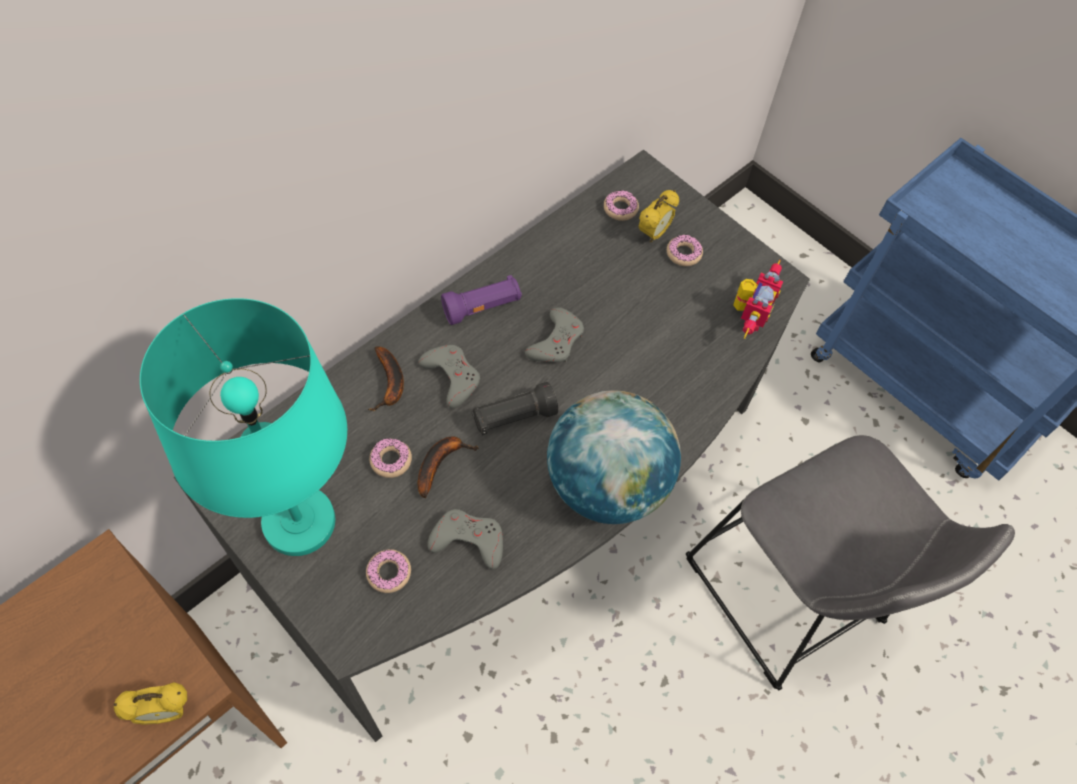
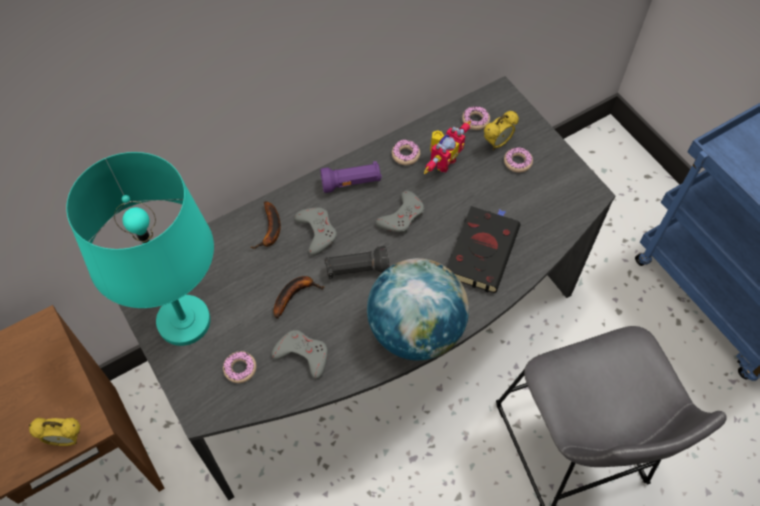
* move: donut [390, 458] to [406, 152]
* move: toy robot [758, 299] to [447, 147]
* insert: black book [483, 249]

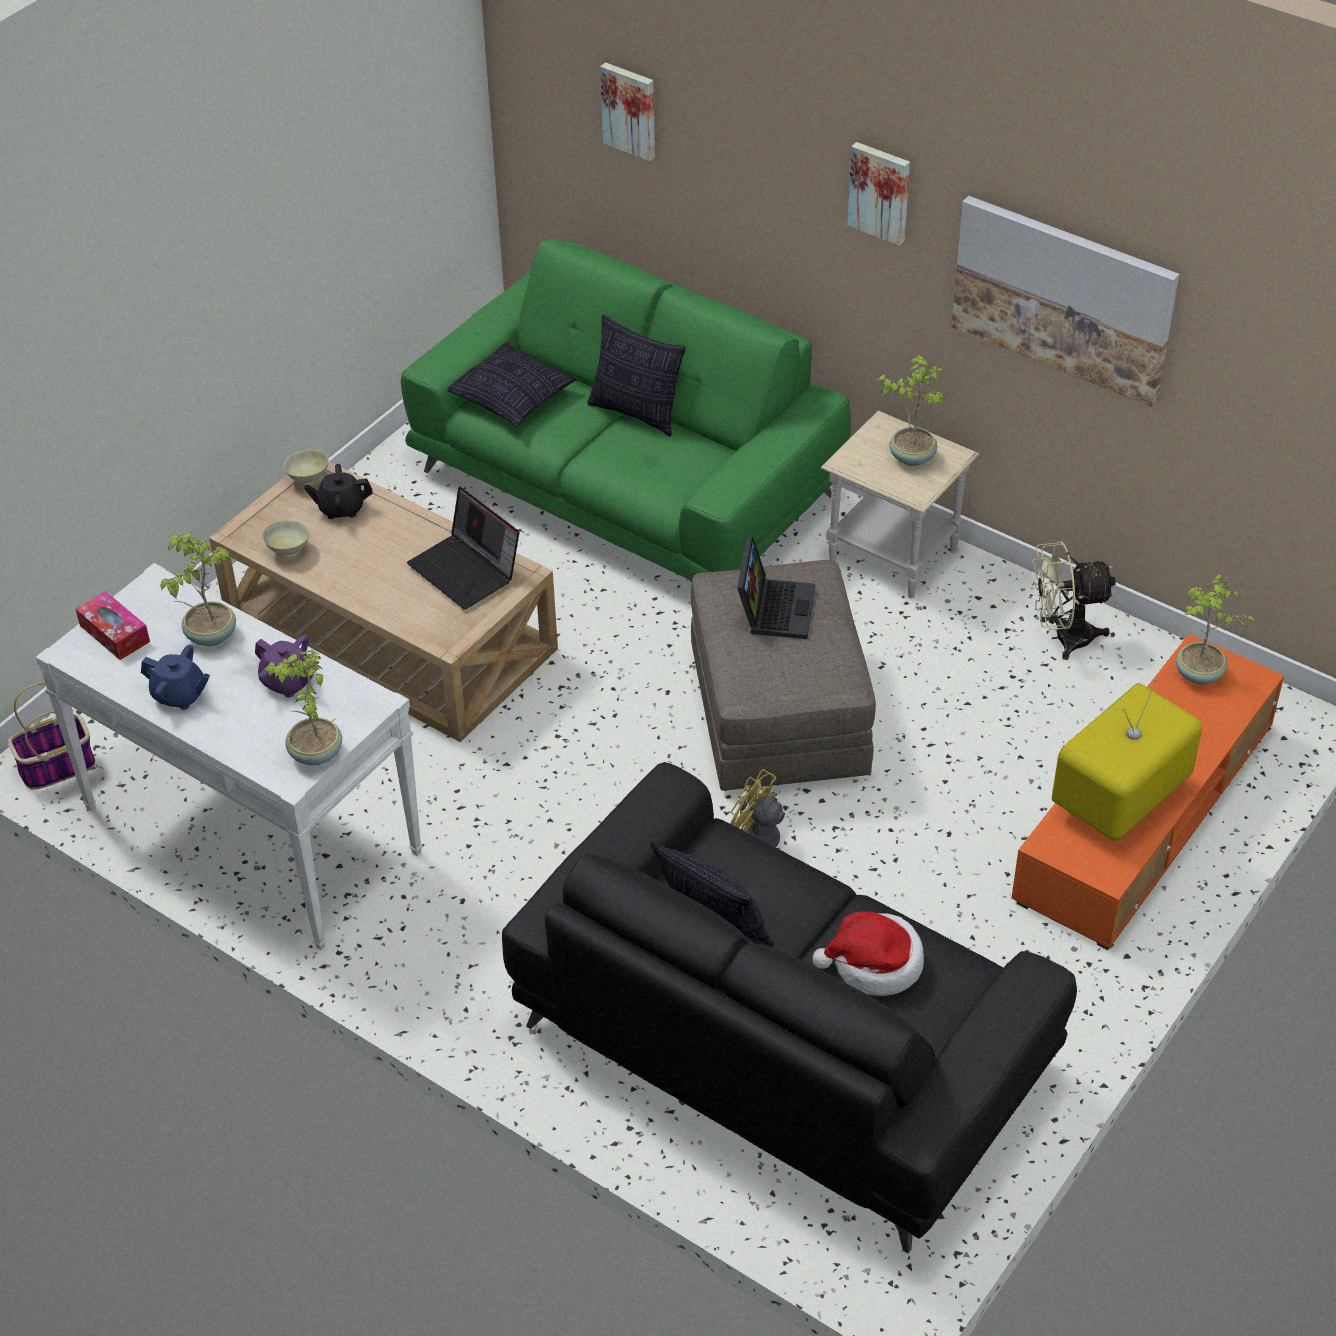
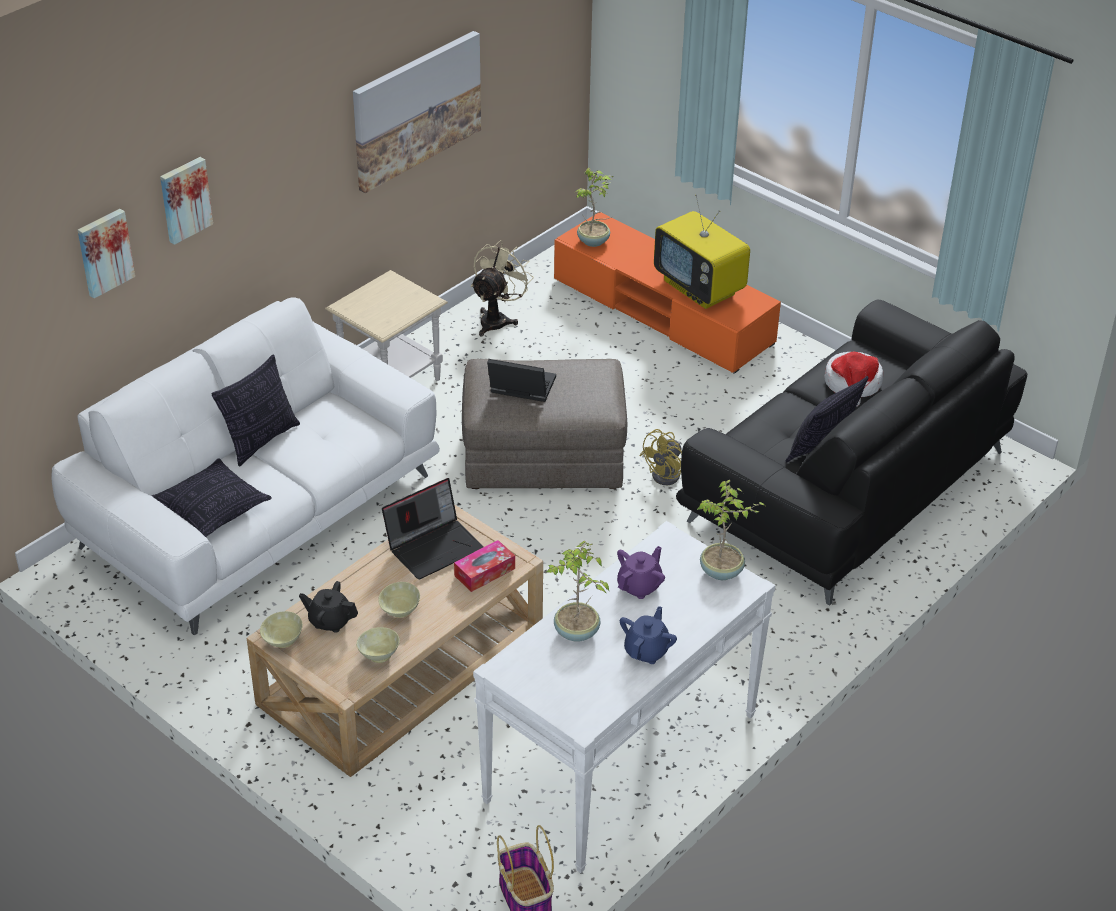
* recolor: green sofa [626, 410] to white sofa [245, 466]
* move: picture [879, 194] to [186, 201]
* rotate: black teapot [338, 491] = [328, 607] 105 degrees clockwise
* insert: beige bowl [399, 600]
* move: tissue box [113, 625] to [484, 566]
* rotate: beige fan [1074, 600] = [502, 288] 150 degrees counterclockwise
* delete: potted plant [911, 410]

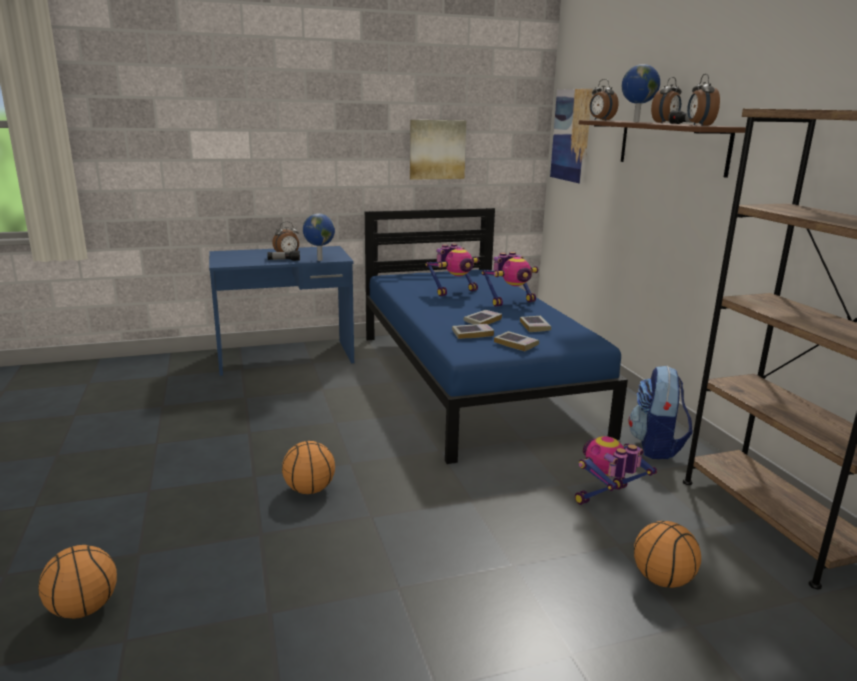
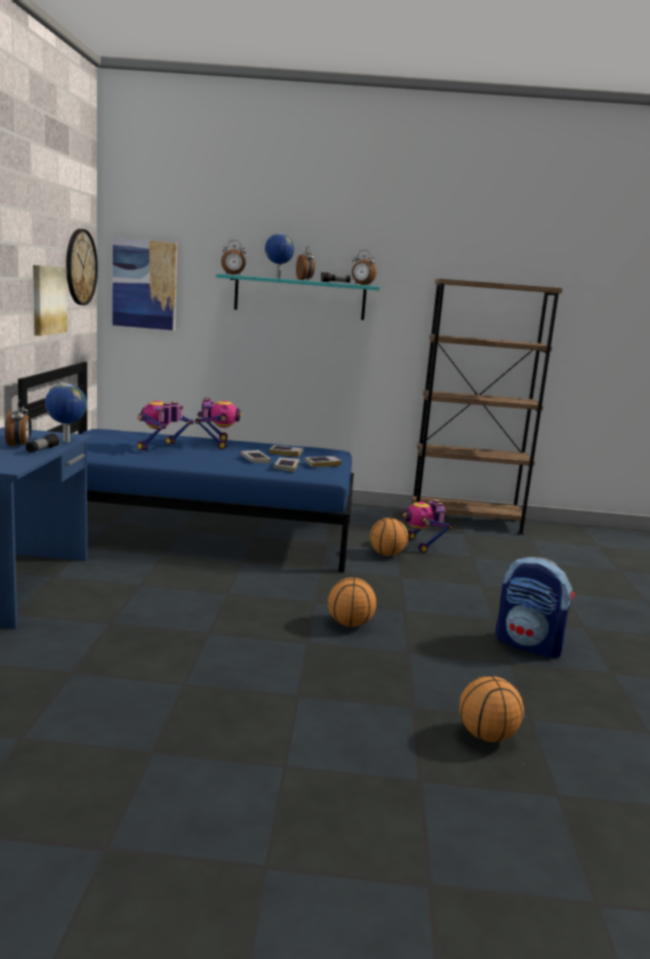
* insert: wall clock [82, 267]
* rotate: toy robot [452, 269] = [165, 425] 135 degrees counterclockwise
* recolor: brown shelf [662, 149] to turquoise shelf [298, 297]
* move: basketball [667, 554] to [389, 537]
* move: backpack [661, 412] to [535, 607]

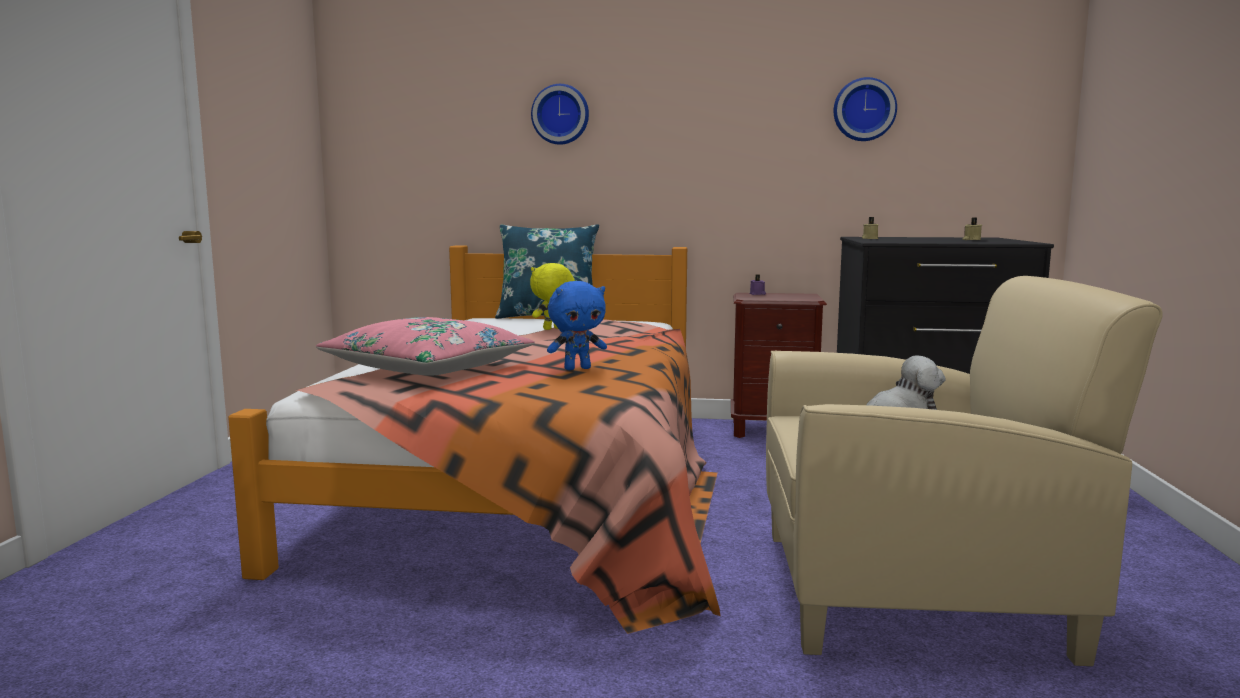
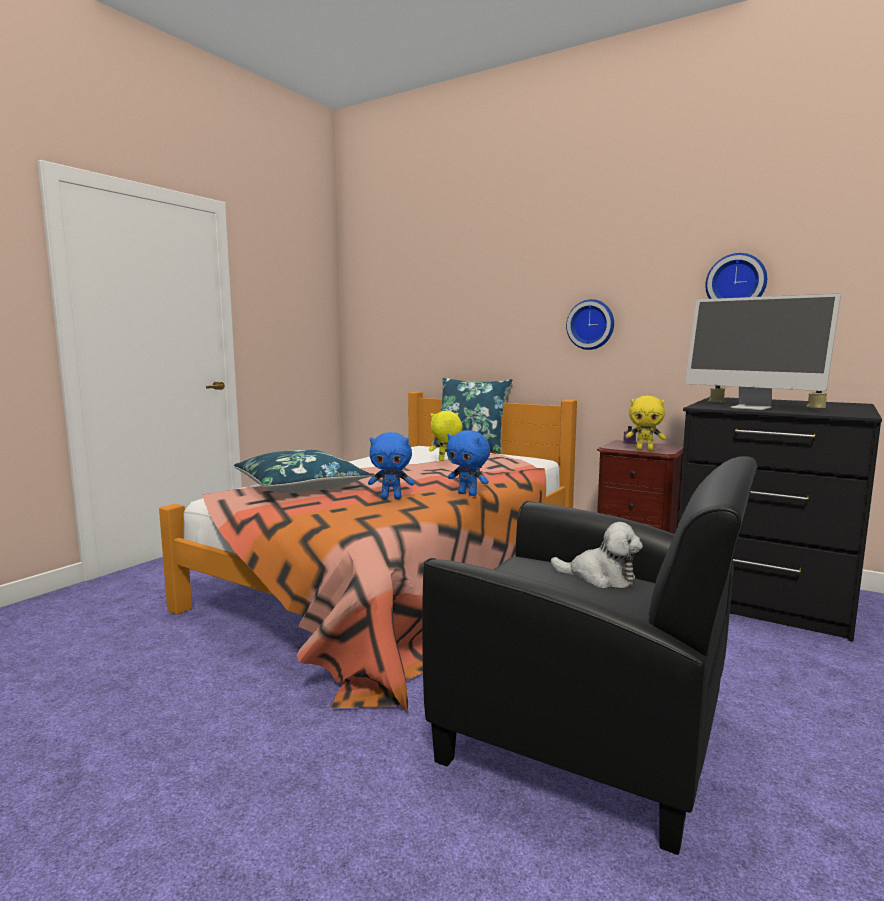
* recolor: pink pillow [425, 346] to blue pillow [302, 472]
* recolor: beige armchair [964, 471] to black armchair [590, 655]
* insert: blue plush toy [468, 463]
* move: wall clock [560, 114] to [590, 324]
* insert: yellow plush toy [646, 423]
* insert: monitor [763, 352]

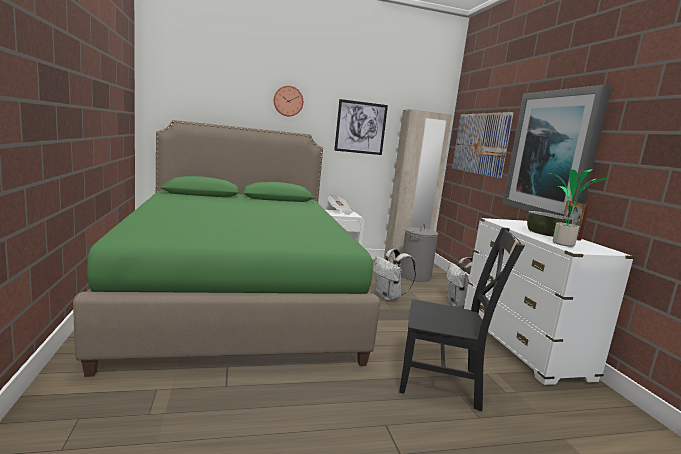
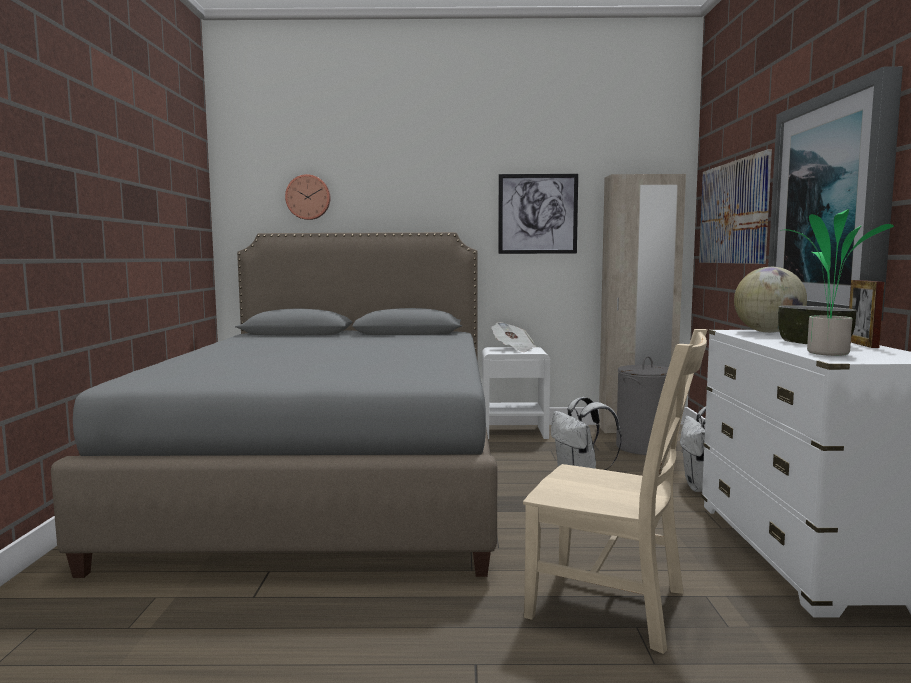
* recolor: green bed [226, 248] to grey bed [274, 405]
* move: wall clock [288, 101] to [307, 197]
* recolor: black chair [462, 319] to beige chair [615, 491]
* insert: globe [770, 300]

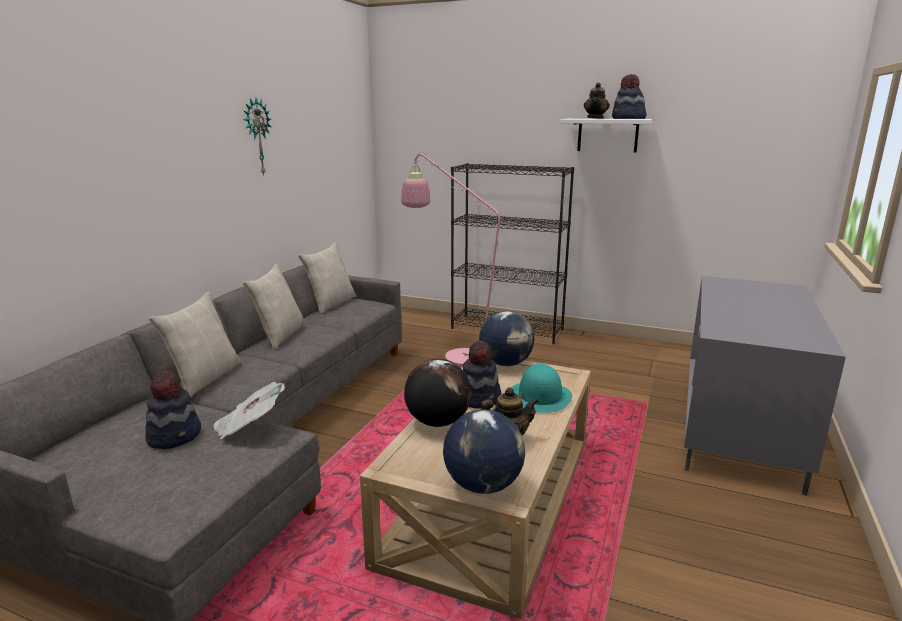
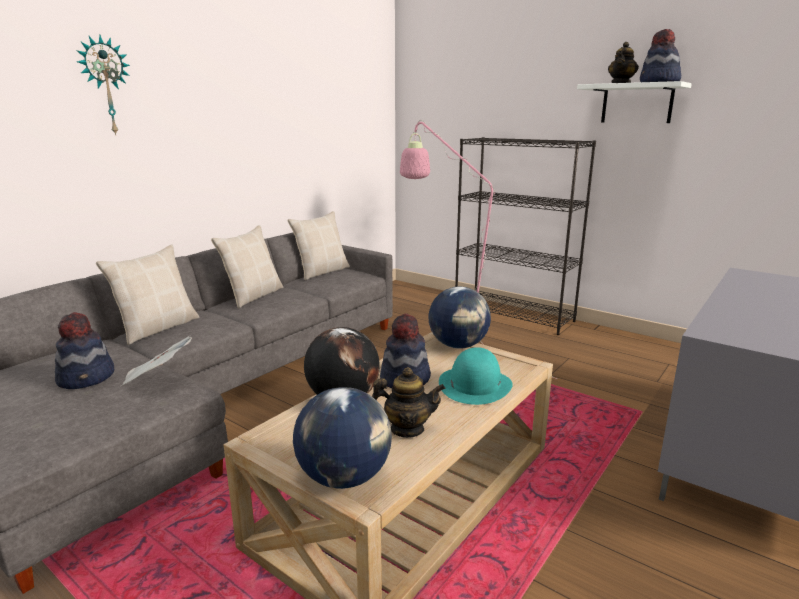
* move: wall clock [257, 137] to [103, 85]

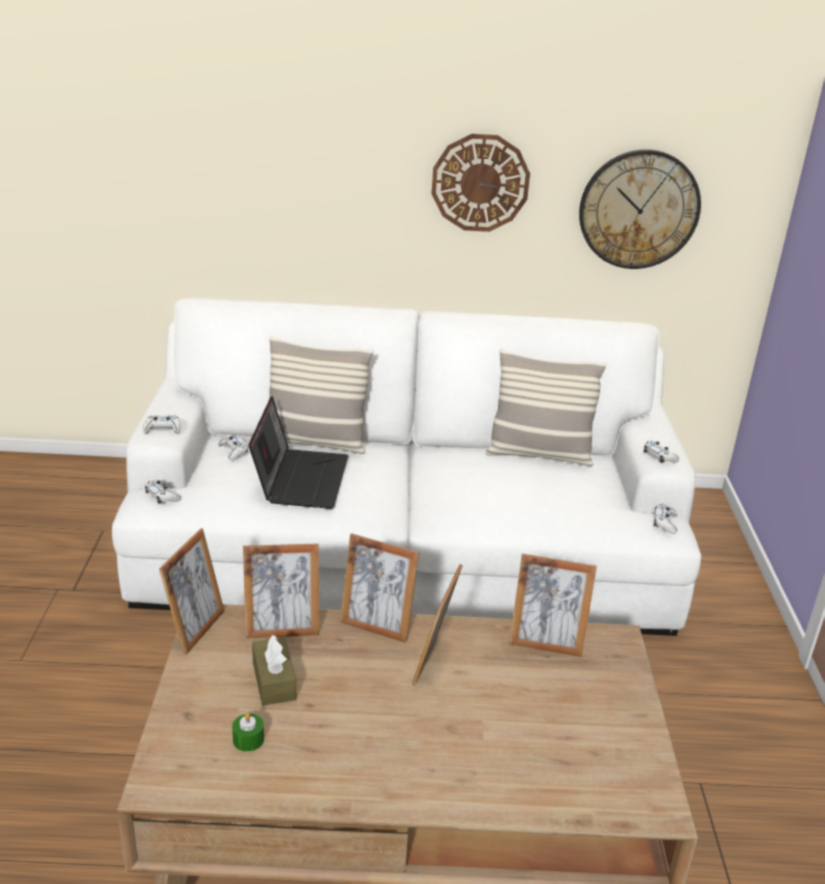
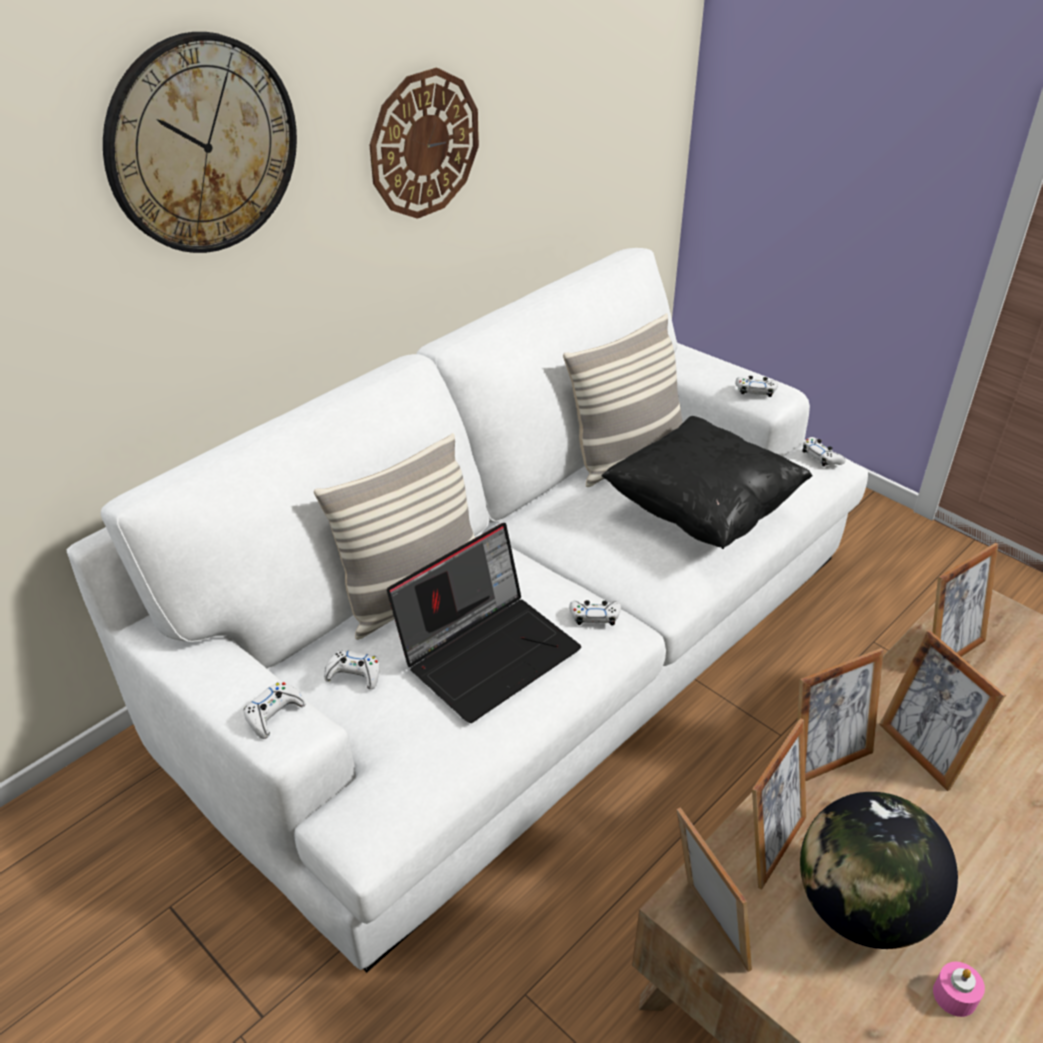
* move: wall clock [640, 209] to [200, 142]
* rotate: laptop [299, 452] = [484, 623] 90 degrees clockwise
* move: white game controller [163, 491] to [595, 613]
* insert: black pillow [707, 482]
* replace: brown tissue box [274, 669] to globe [879, 870]
* recolor: green candle [248, 732] to pink candle [959, 989]

